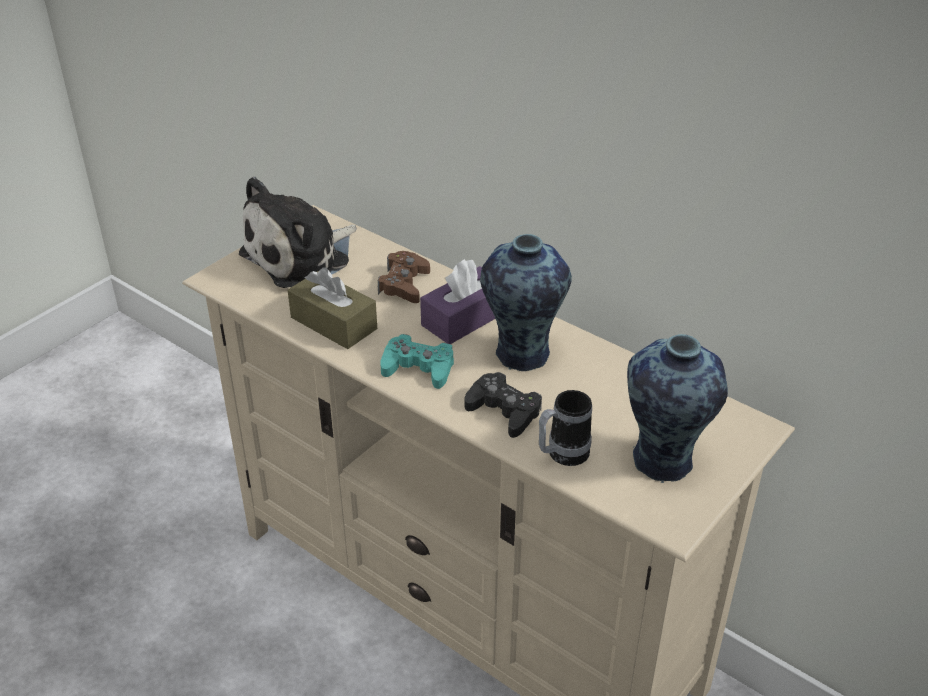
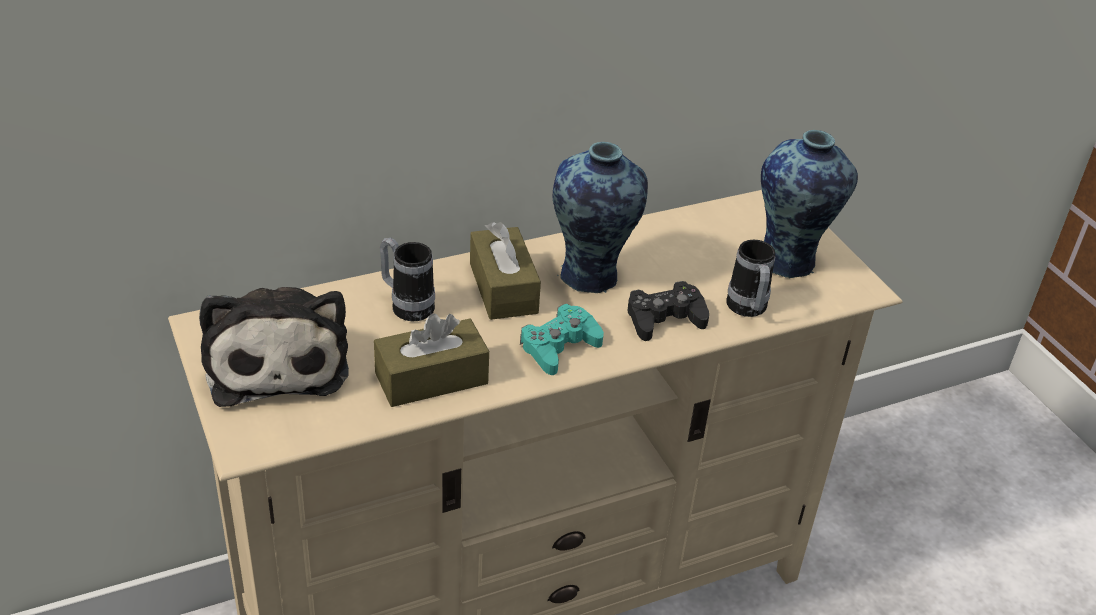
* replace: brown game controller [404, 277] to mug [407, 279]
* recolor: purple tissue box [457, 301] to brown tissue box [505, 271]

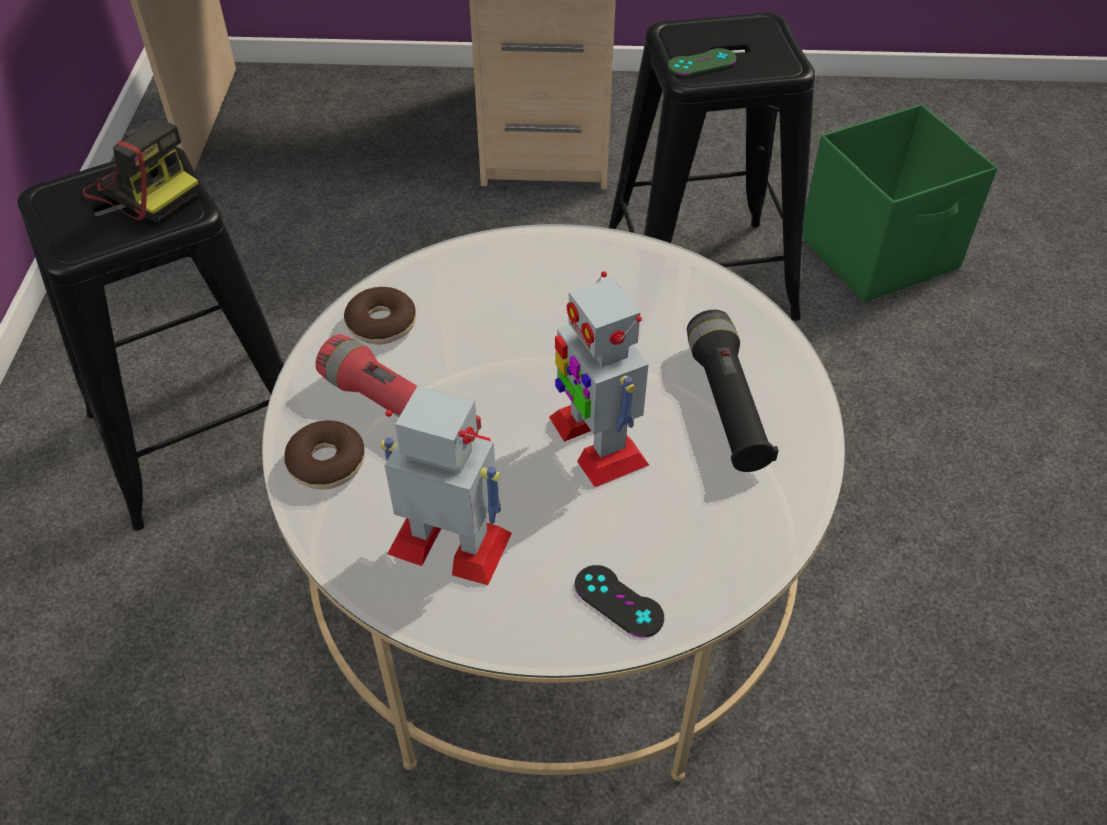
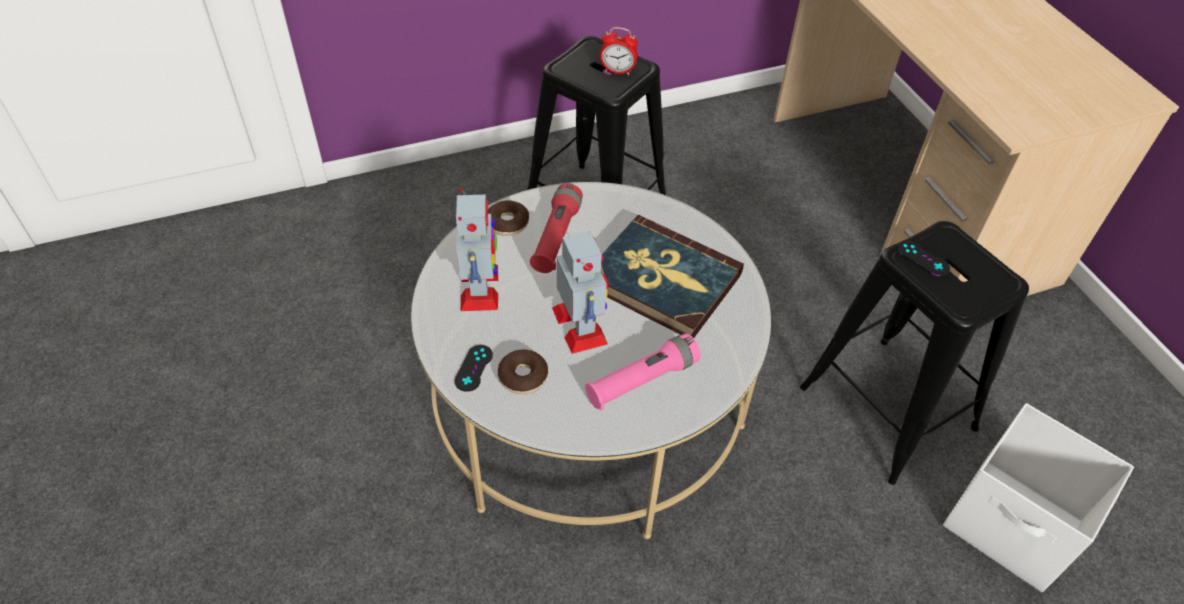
* move: donut [380, 316] to [523, 372]
* rotate: toy robot [599, 379] = [580, 291] 120 degrees clockwise
* recolor: black flashlight [733, 391] to pink flashlight [643, 372]
* replace: photo camera [141, 171] to alarm clock [619, 51]
* insert: book [672, 276]
* recolor: green game controller [702, 62] to black game controller [923, 258]
* recolor: green storage box [900, 203] to white storage box [1038, 497]

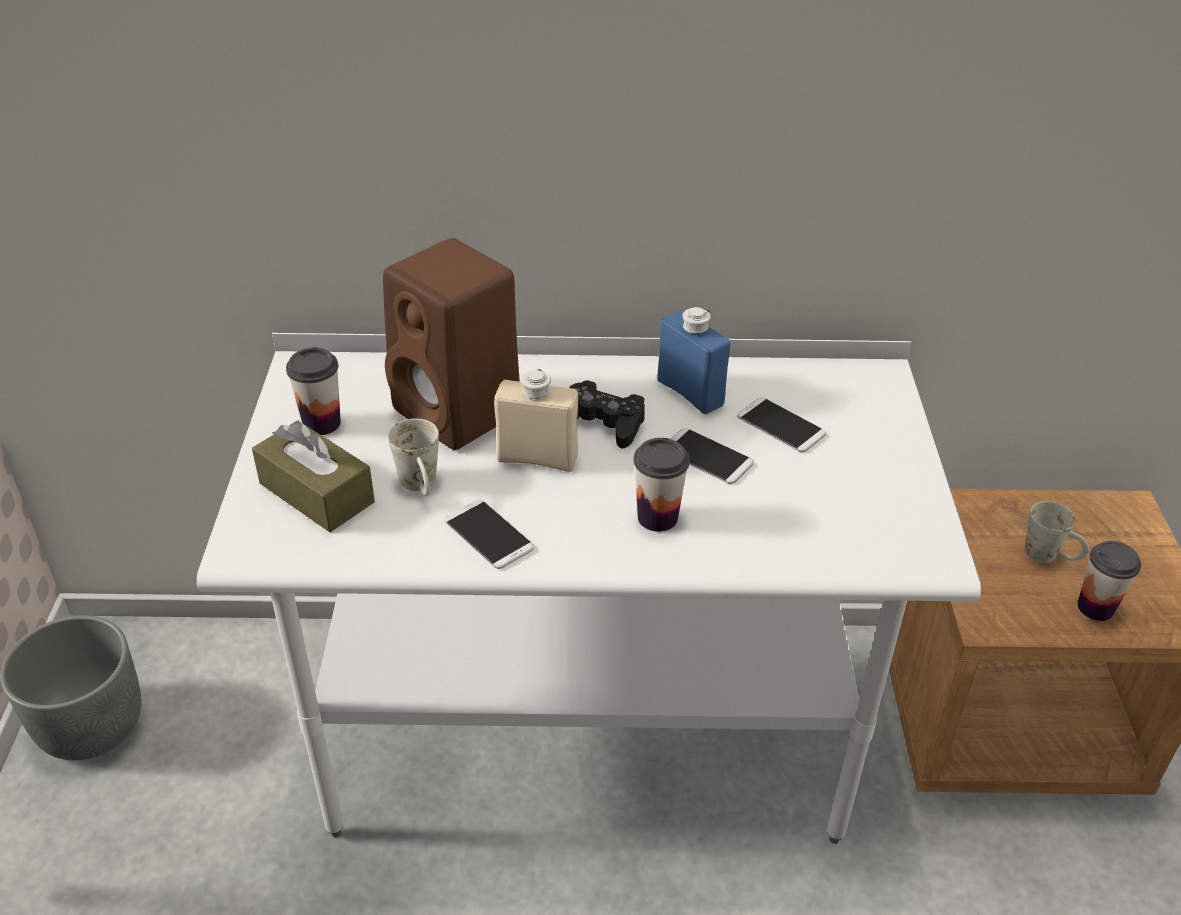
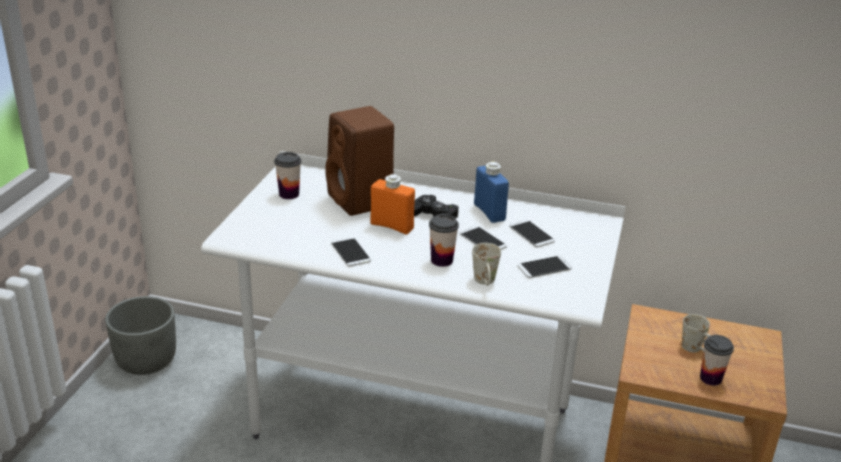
* recolor: beige bottle [536, 420] to orange bottle [392, 204]
* move: white mug [413, 457] to [486, 264]
* insert: phone [545, 267]
* delete: brown tissue box [313, 476]

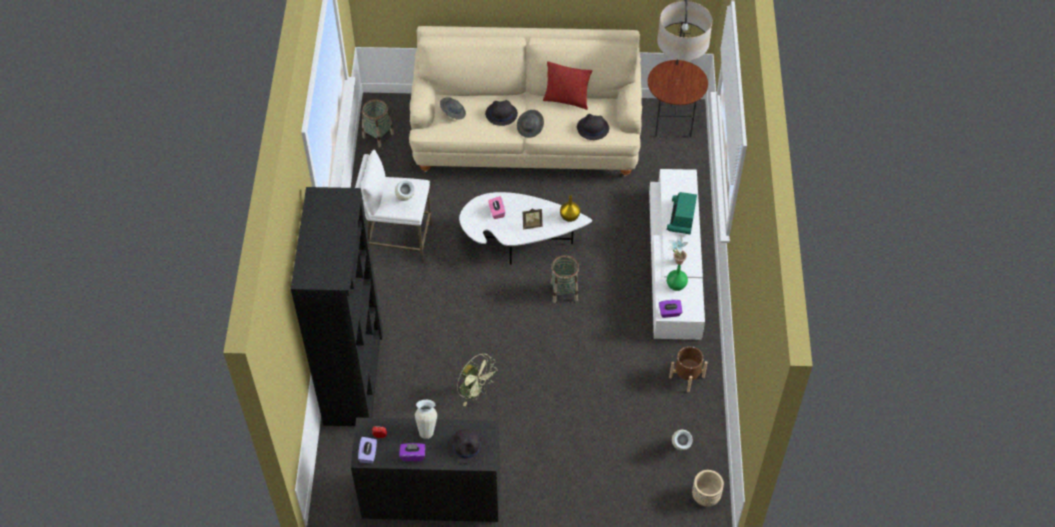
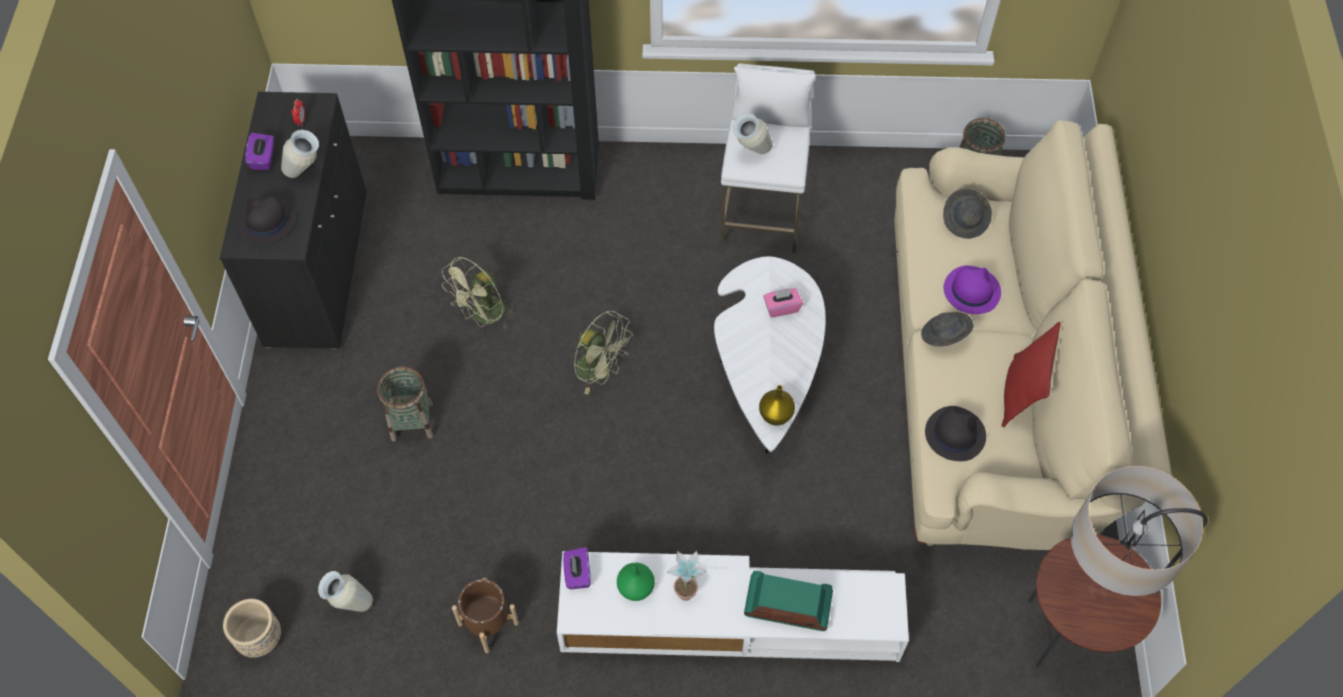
* move: basket [565, 279] to [405, 404]
* insert: green fan [603, 352]
* recolor: black hat [501, 113] to purple hat [972, 290]
* delete: purple tissue box [367, 450]
* delete: picture frame [533, 219]

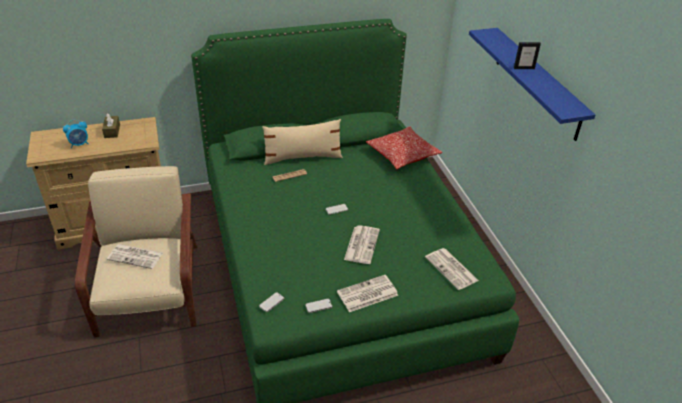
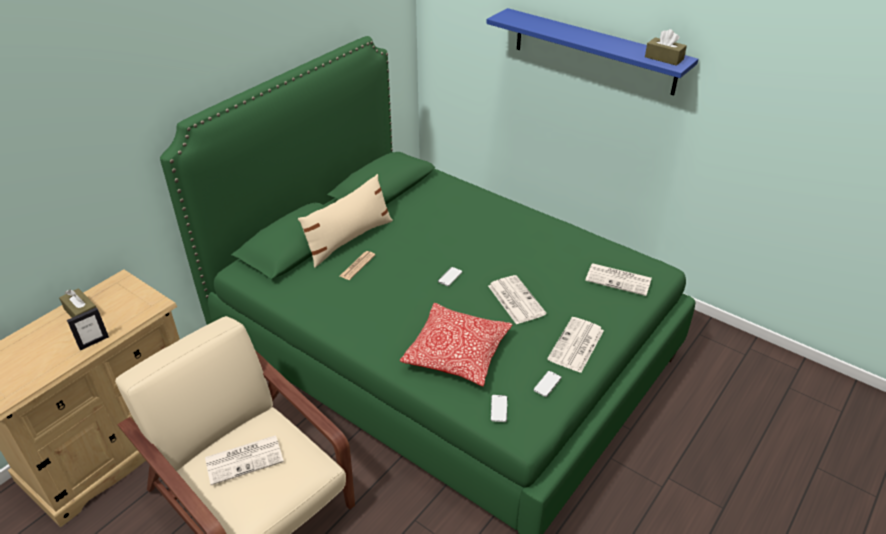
* move: picture frame [527, 55] to [88, 328]
* move: pillow [404, 148] to [456, 344]
* insert: brown tissue box [666, 47]
* delete: alarm clock [76, 134]

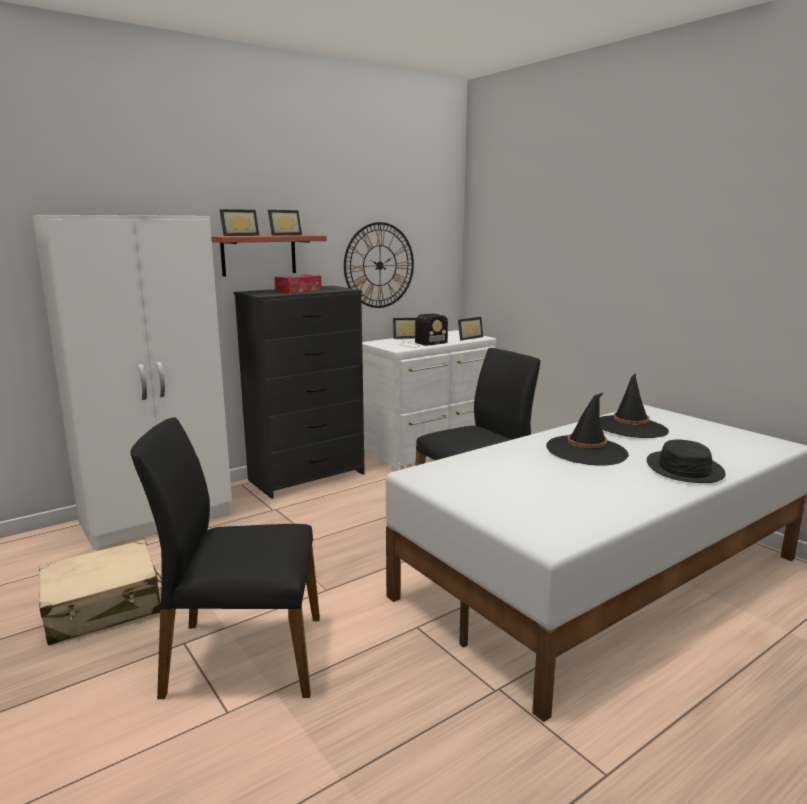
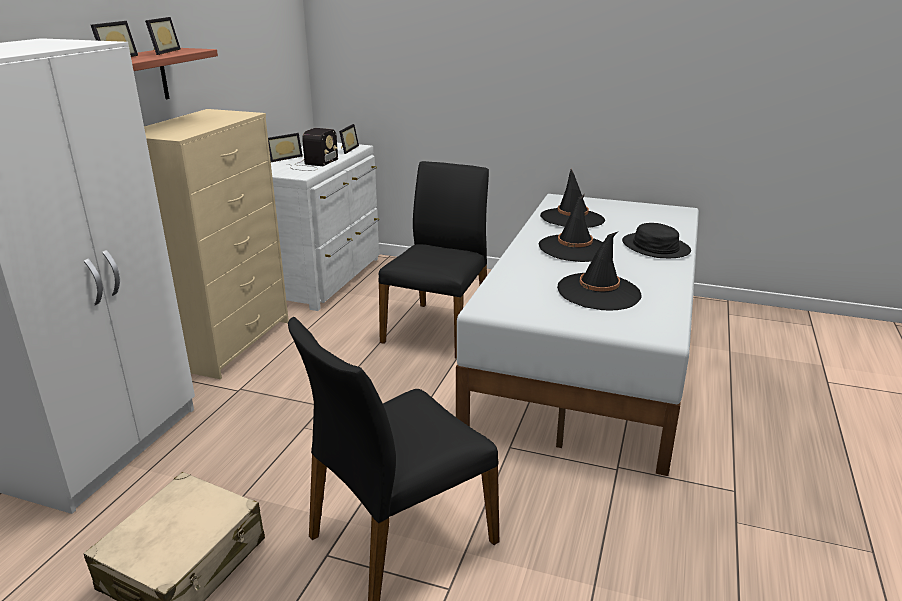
* recolor: black dresser [299, 392] to beige dresser [216, 244]
* insert: black hat [599, 271]
* delete: tissue box [298, 283]
* delete: wall clock [379, 265]

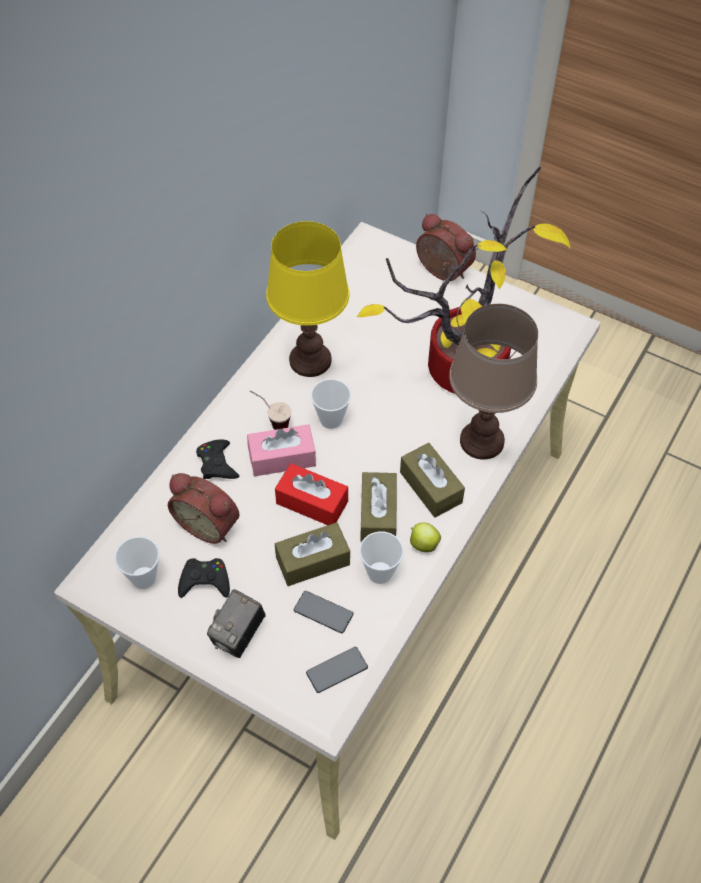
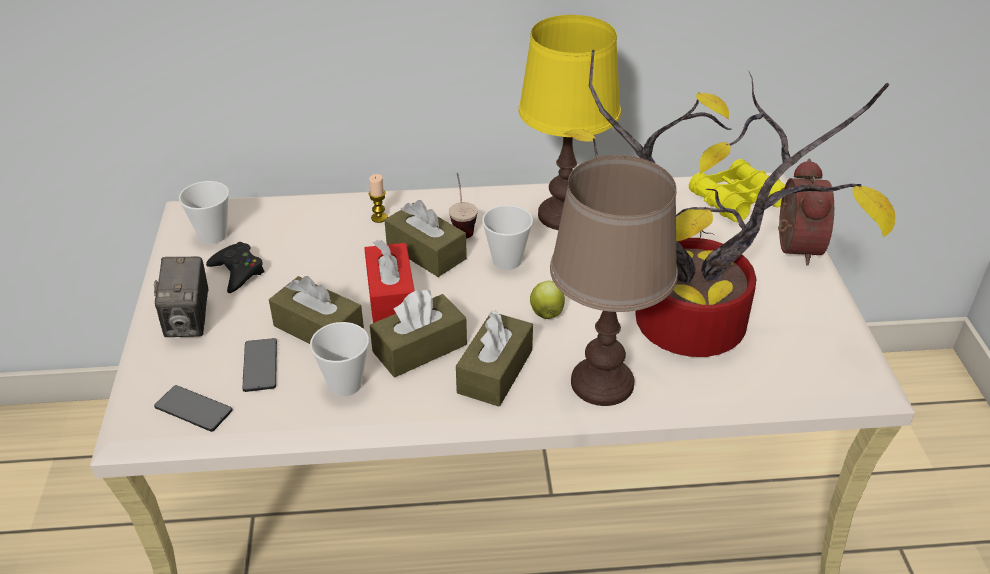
* rotate: photo camera [236, 623] = [181, 297] 90 degrees counterclockwise
* replace: black game controller [217, 459] to candle [378, 198]
* recolor: pink tissue box [281, 450] to brown tissue box [426, 238]
* move: apple [425, 537] to [547, 300]
* insert: yellow binoculars [737, 190]
* delete: alarm clock [204, 508]

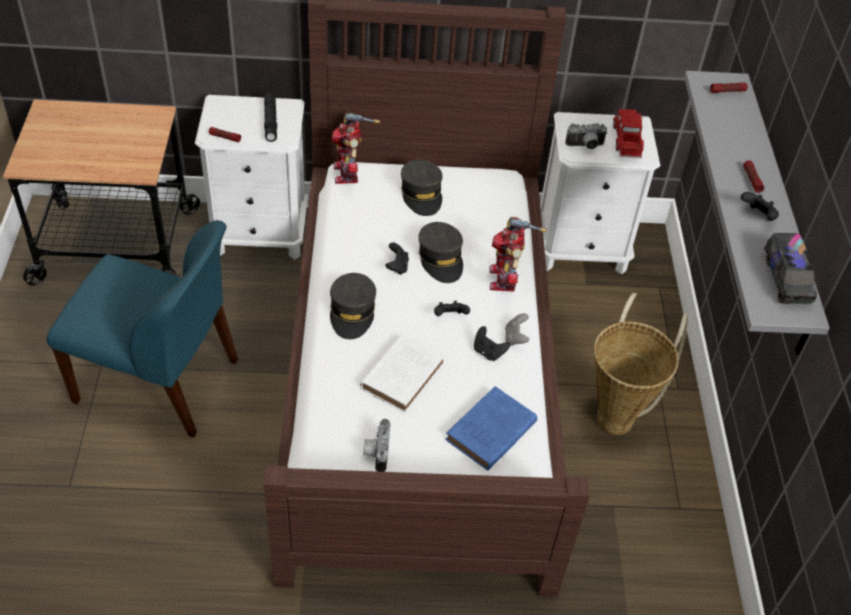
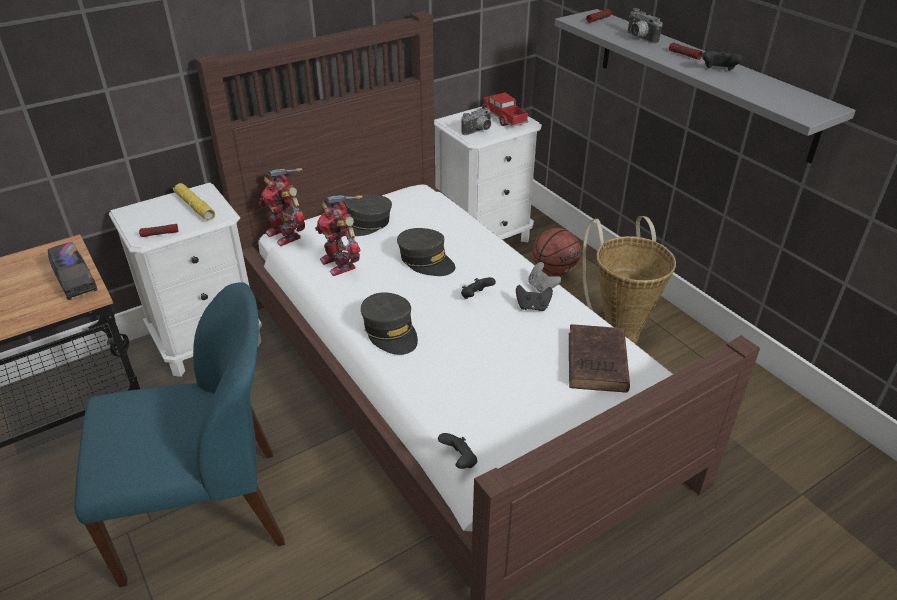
* move: toy truck [790, 268] to [72, 271]
* recolor: black flashlight [270, 117] to yellow flashlight [194, 202]
* move: toy robot [518, 254] to [339, 235]
* rotate: grey cap [422, 187] = [368, 215] 105 degrees clockwise
* move: black game controller [397, 258] to [457, 451]
* insert: basketball [556, 252]
* recolor: blue book [491, 428] to brown book [599, 358]
* move: photo camera [376, 445] to [645, 26]
* delete: white book [403, 373]

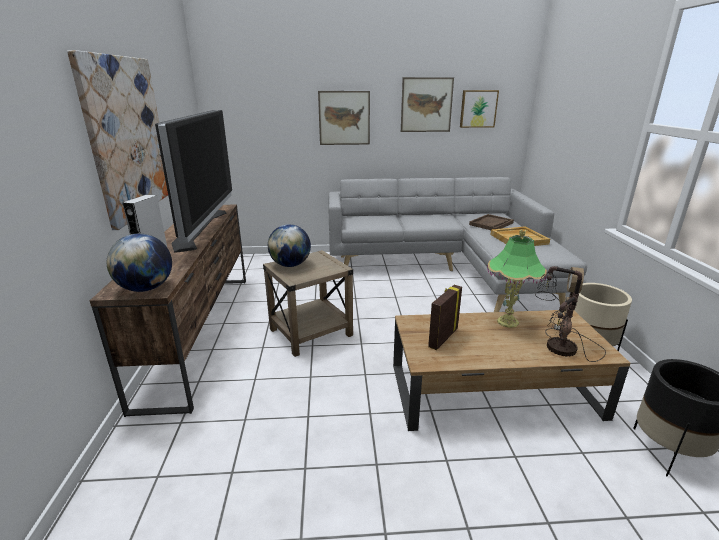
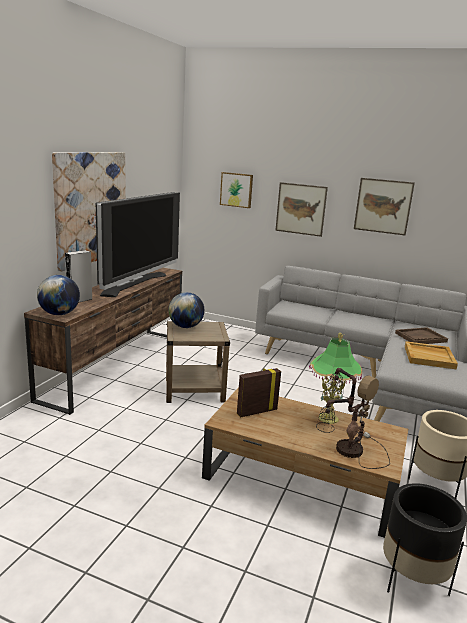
* move: picture [479, 109] to [236, 190]

